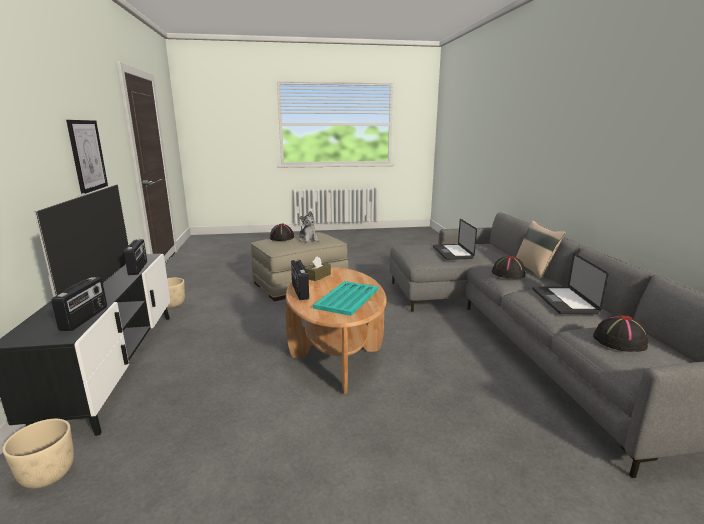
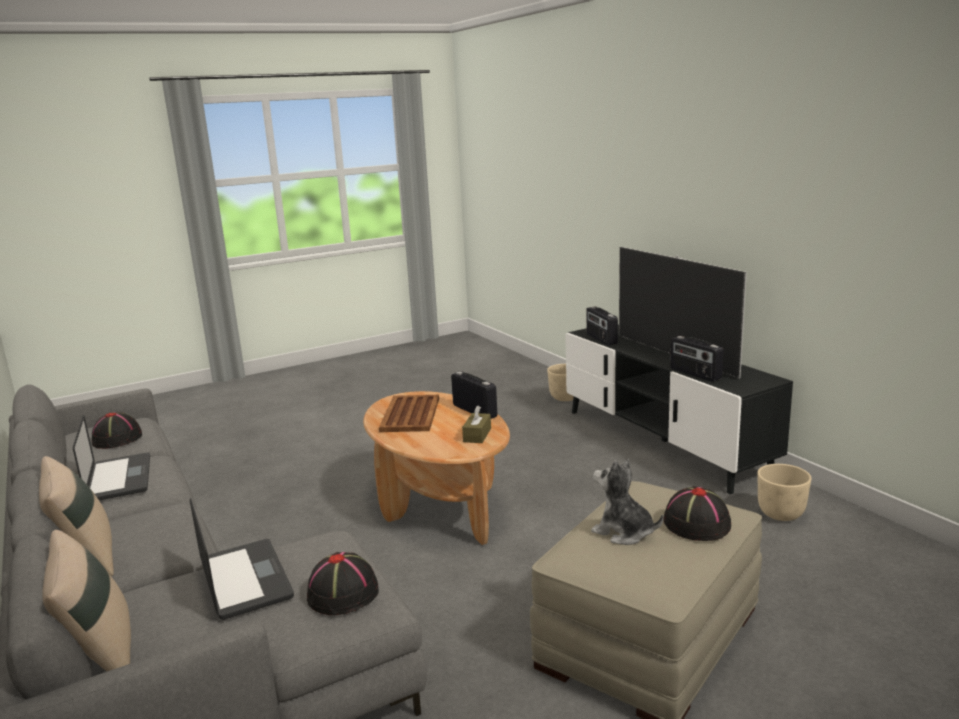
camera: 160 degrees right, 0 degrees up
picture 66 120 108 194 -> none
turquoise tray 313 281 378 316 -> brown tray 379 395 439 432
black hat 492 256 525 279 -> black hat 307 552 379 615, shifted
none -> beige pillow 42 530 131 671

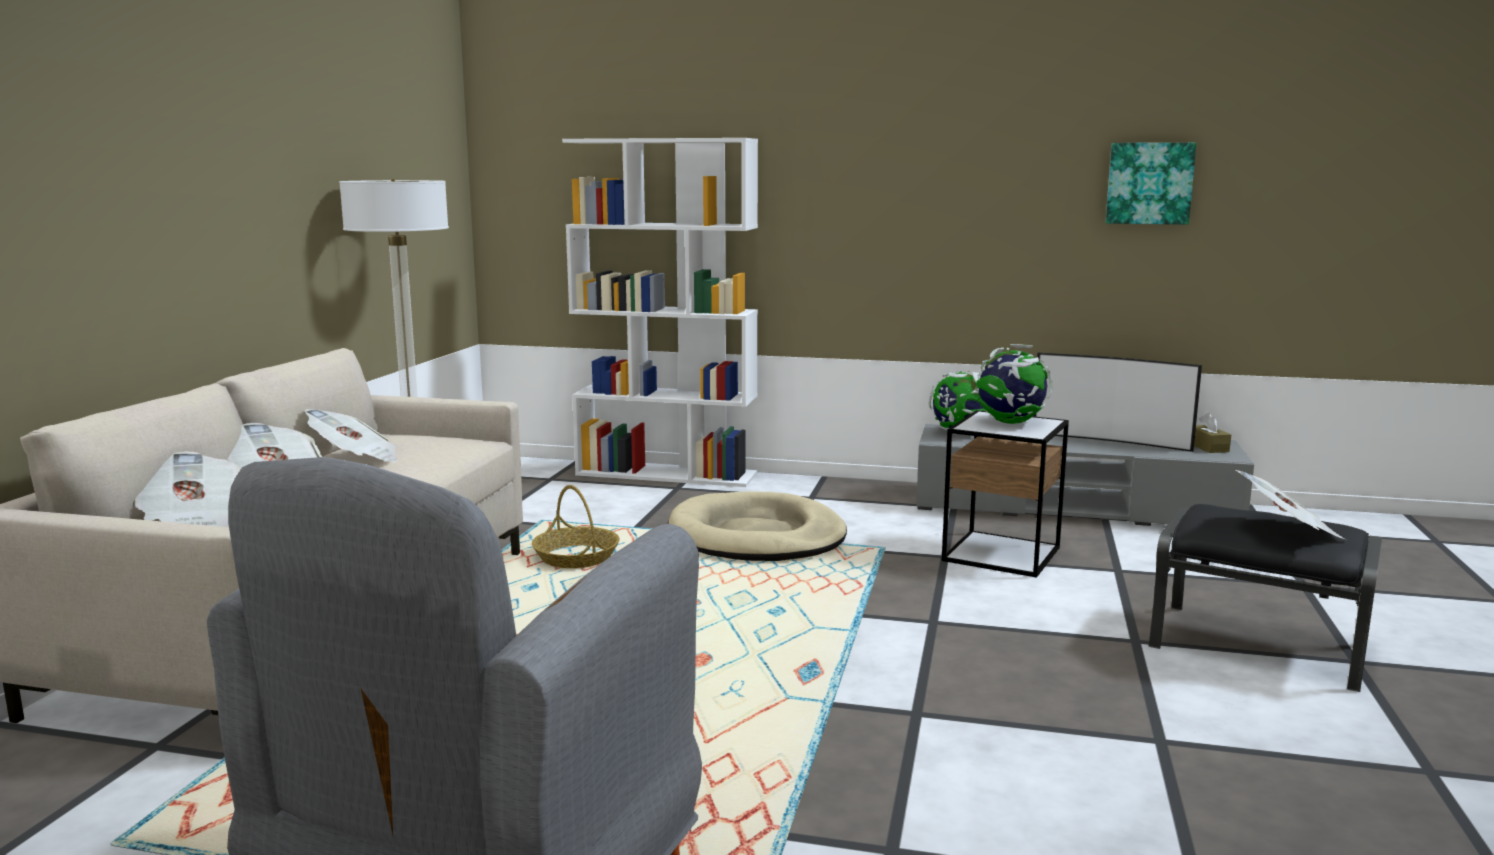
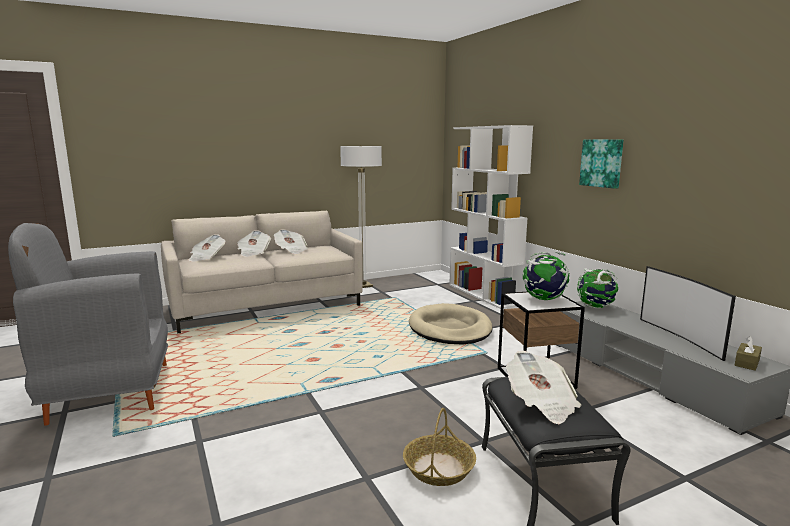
camera: 50 degrees right, 0 degrees up
basket 532 485 620 568 -> basket 403 408 476 486, shifted
picture 1106 143 1196 225 -> picture 579 140 624 189, shifted

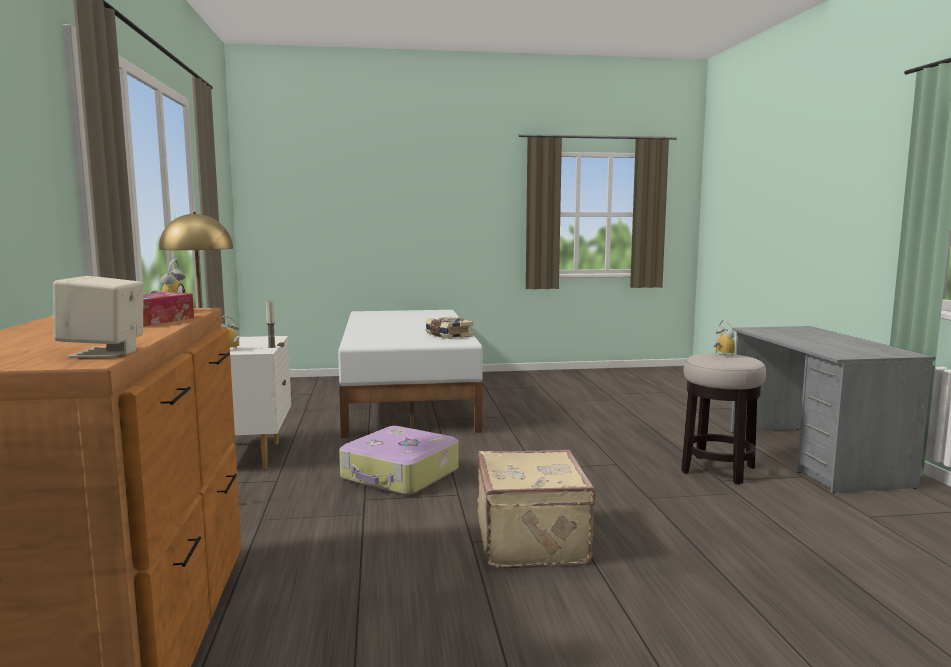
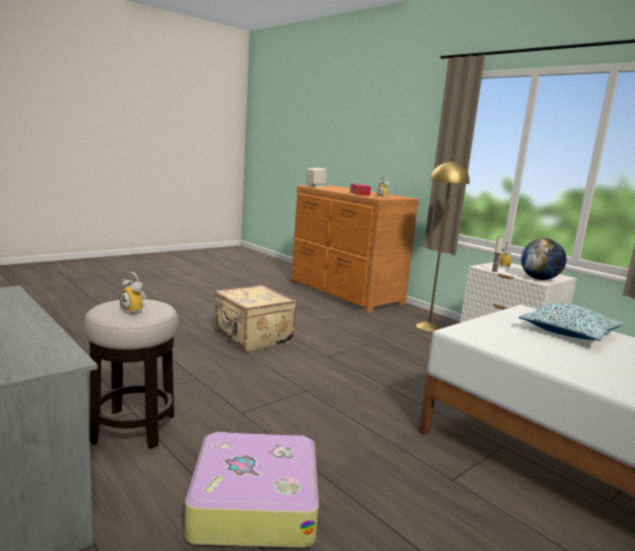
camera: 145 degrees right, 5 degrees up
suitcase 339 426 459 495 -> suitcase 185 432 319 548, shifted
book 425 317 473 339 -> none
none -> pillow 519 303 623 341
none -> globe 521 238 566 280

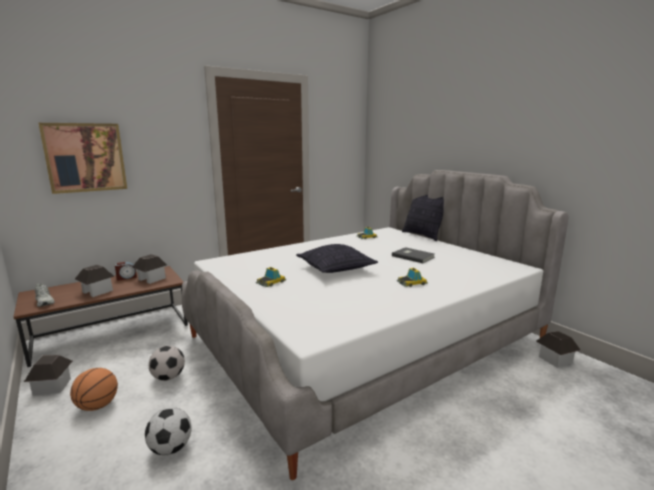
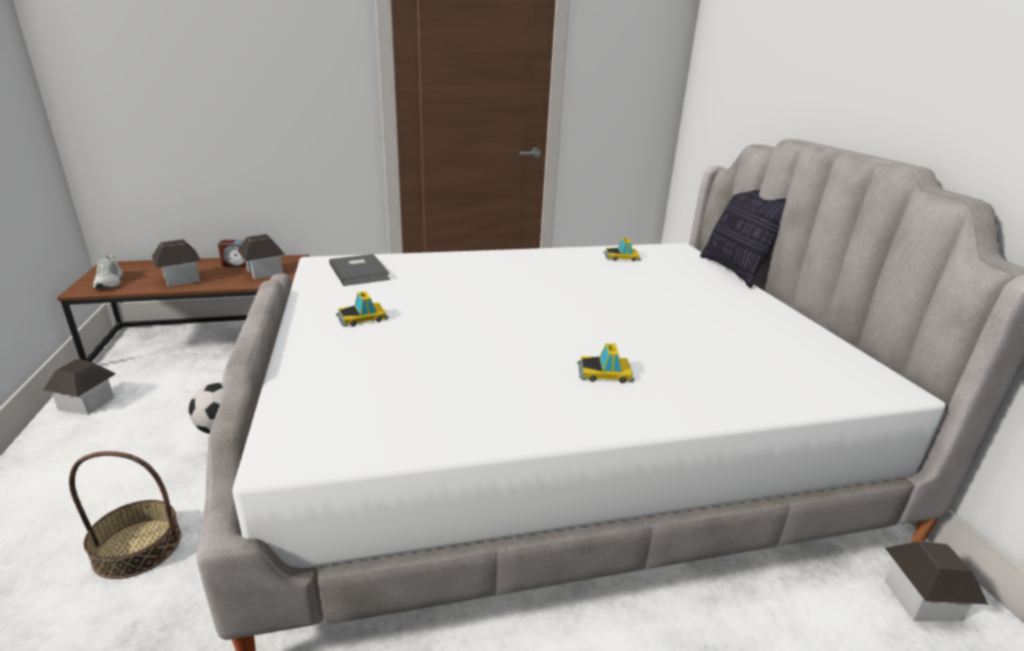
camera: 20 degrees right, 10 degrees up
picture 39 123 127 194 -> none
basketball 70 368 118 411 -> none
football 145 407 192 455 -> basket 69 451 181 579
pillow 296 244 378 273 -> none
grey book 392 247 435 263 -> grey book 329 254 390 286, shifted

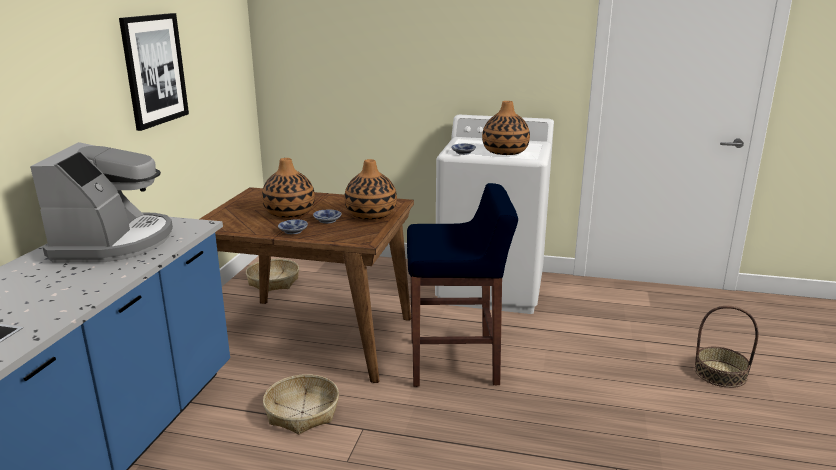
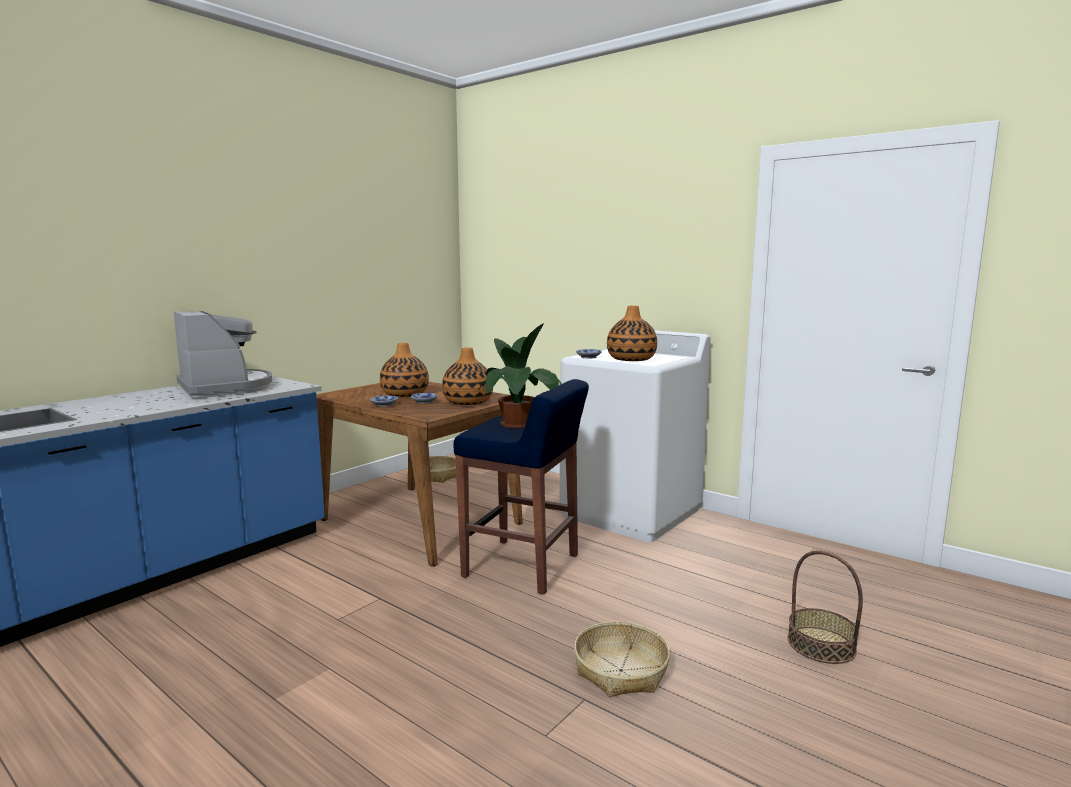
camera: 25 degrees right, 10 degrees down
coffee machine 30 142 173 262 -> coffee machine 174 311 272 398, 60 degrees counterclockwise
picture 119 13 189 131 -> none
basket 263 374 339 435 -> basket 574 621 670 697, shifted
none -> potted plant 478 323 561 428

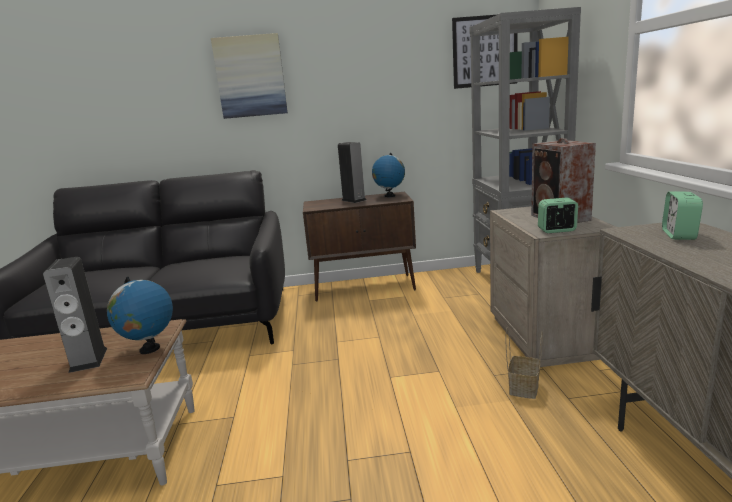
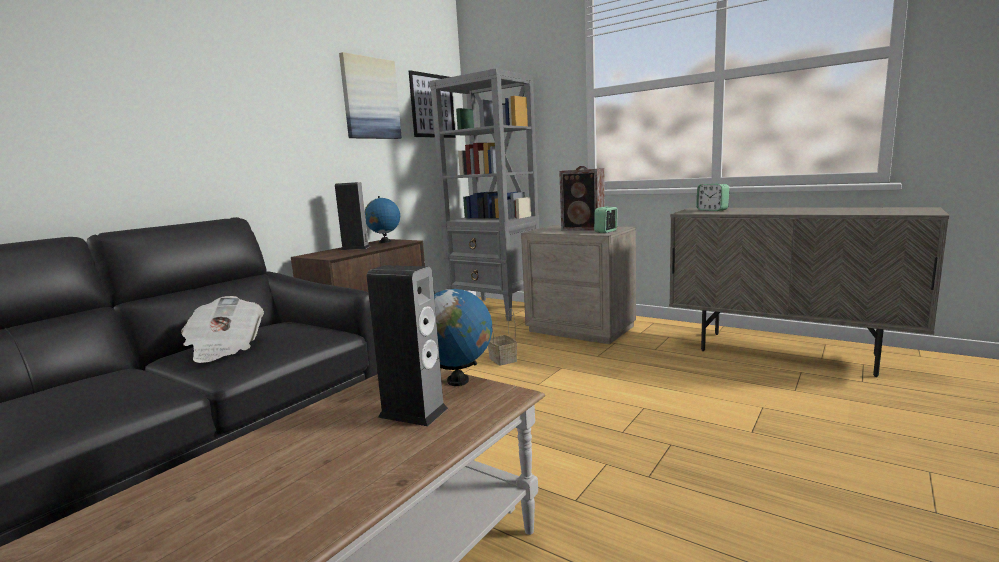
camera: 50 degrees left, 5 degrees down
picture 211 33 288 119 -> picture 339 52 402 139, shifted
basket 506 327 543 399 -> basket 488 308 517 365, shifted
none -> newspaper 181 296 264 363

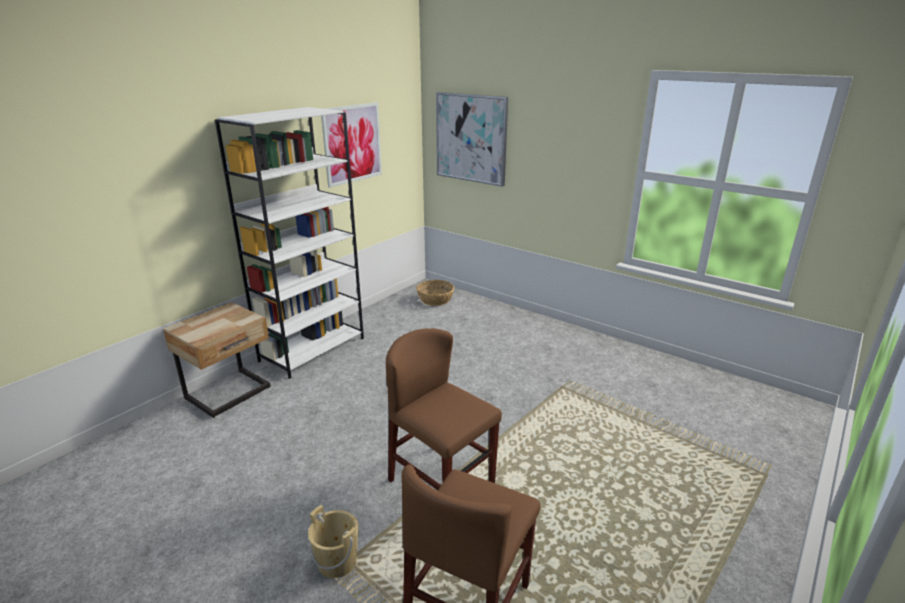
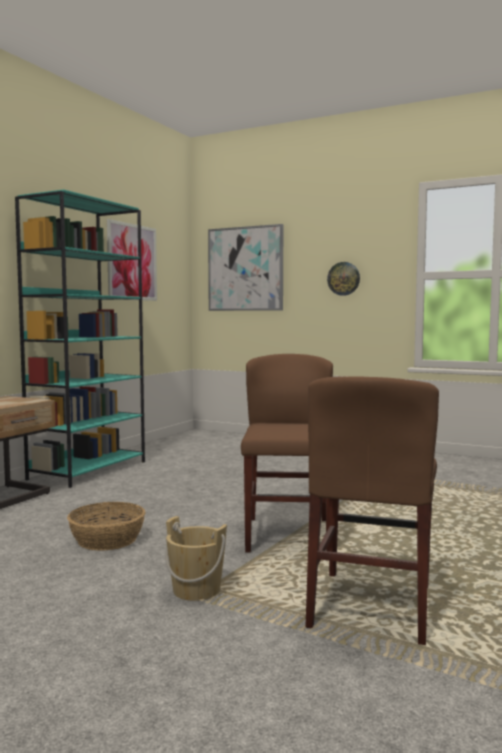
camera: 10 degrees left, 20 degrees down
white bookcase 215 107 364 379 -> turquoise bookcase 15 190 145 488
brown chair 386 328 502 490 -> brown chair 241 354 333 553, 60 degrees clockwise
basket 416 280 455 306 -> basket 67 502 145 551, shifted
none -> wall clock 327 262 360 296

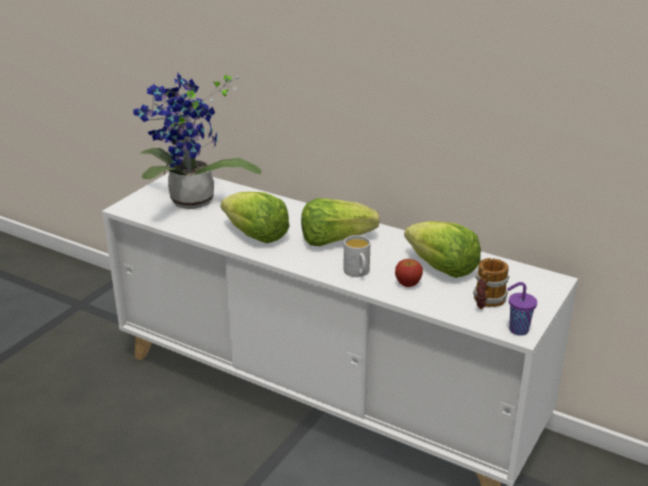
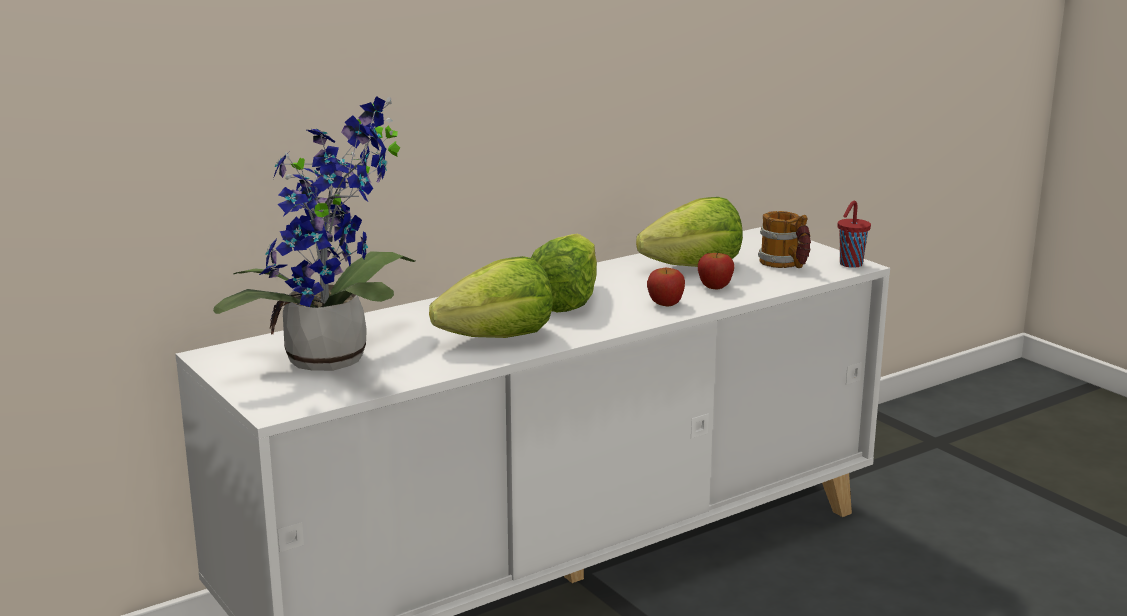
camera: 65 degrees left, 10 degrees down
white mug 344 235 371 277 -> apple 647 268 685 306
purple cup 507 282 537 336 -> red cup 838 201 871 268

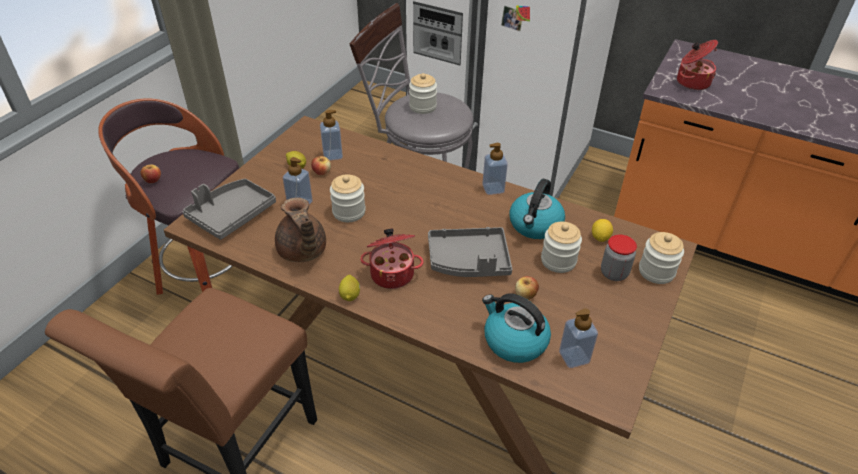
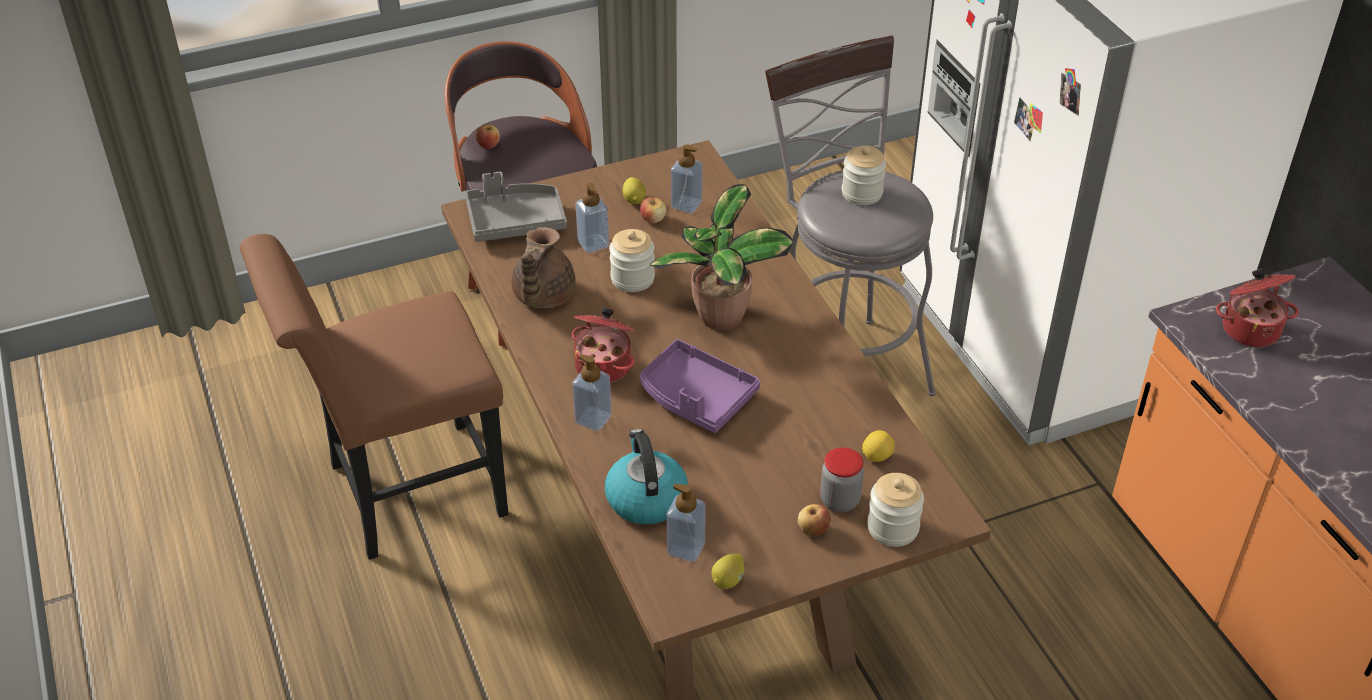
camera: 40 degrees right, 0 degrees up
lemon 339 275 360 301 -> lemon 711 553 744 589, shifted
grey tray 428 227 512 277 -> purple tray 640 339 760 433
soap dispenser 482 143 508 195 -> soap dispenser 572 354 612 431, shifted
kettle 509 179 565 239 -> none
apple 515 276 539 300 -> apple 798 504 831 536, shifted
jar 541 222 582 273 -> none
none -> potted plant 650 184 794 330

